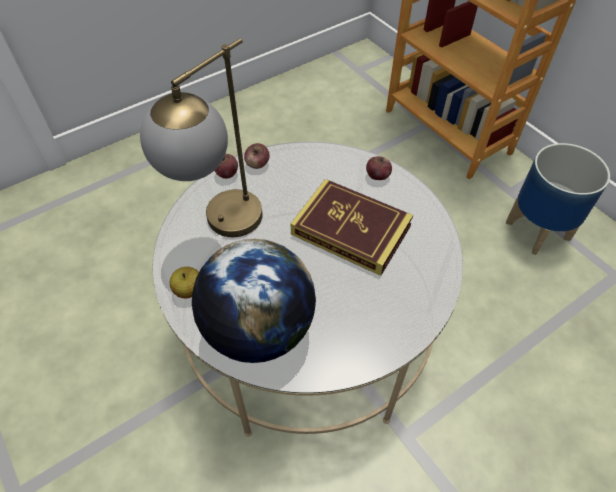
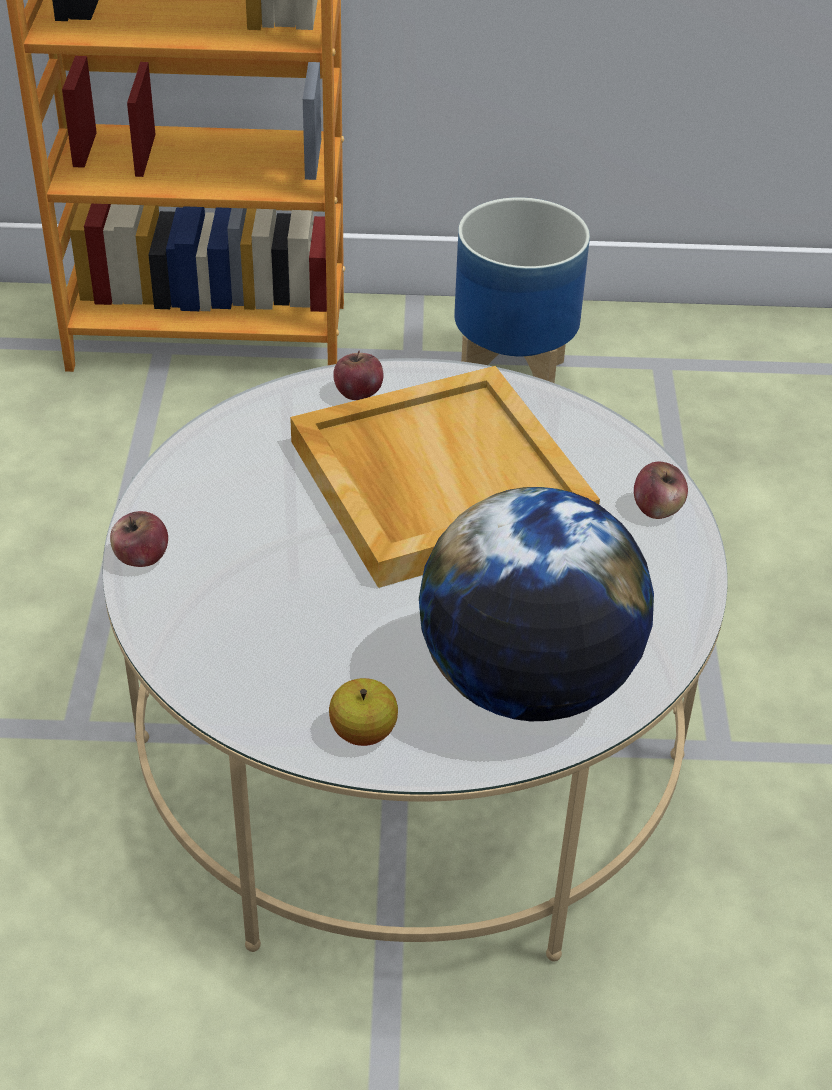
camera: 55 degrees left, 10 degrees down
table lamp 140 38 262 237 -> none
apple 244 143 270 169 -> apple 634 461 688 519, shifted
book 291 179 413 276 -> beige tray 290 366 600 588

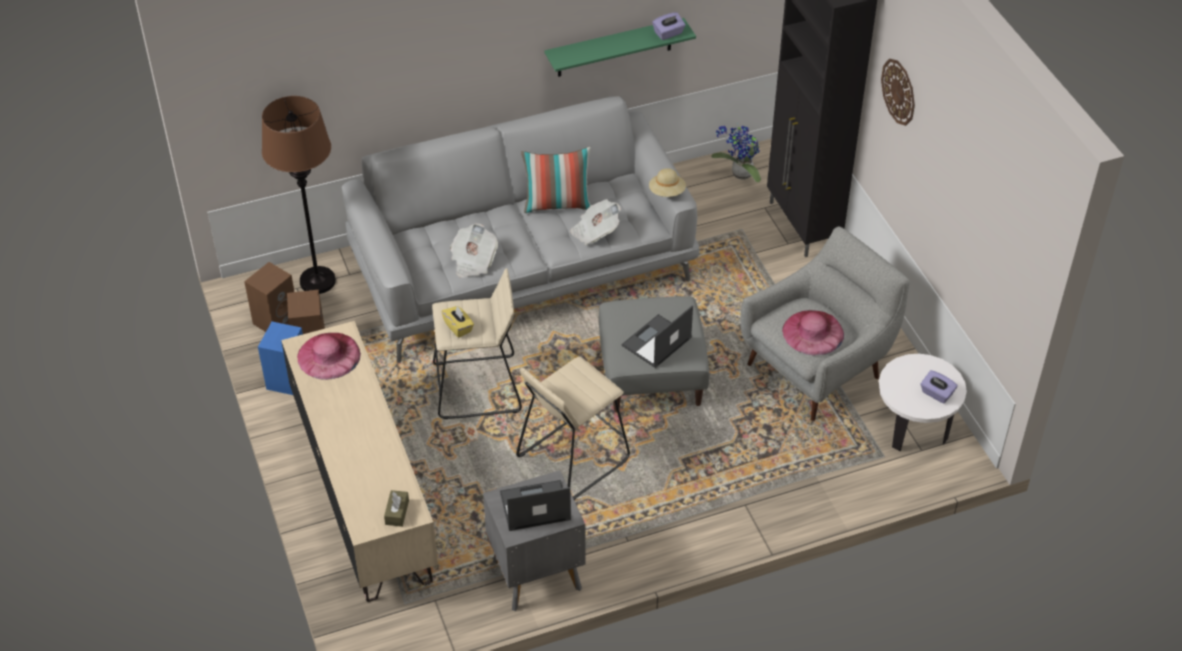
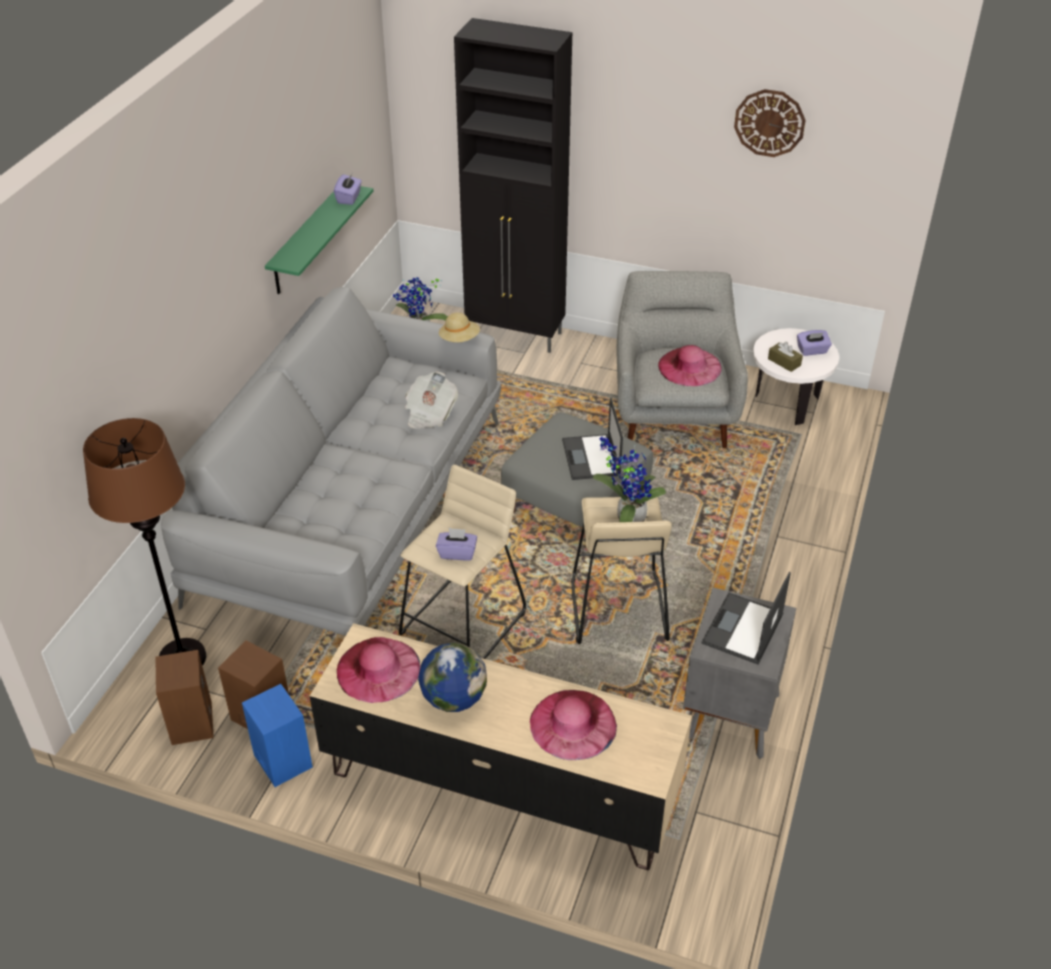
camera: 50 degrees left, 5 degrees down
brown tissue box 384 490 409 527 -> brown tissue box 768 342 803 372, shifted
yellow tissue box 442 306 474 338 -> purple tissue box 436 528 477 561
newspaper 450 223 498 278 -> none
pillow 521 147 591 213 -> none
wall clock 881 59 915 126 -> wall clock 734 89 806 157, shifted
none -> globe 418 643 487 712
none -> pink hat 530 690 617 760
none -> potted plant 593 437 666 522

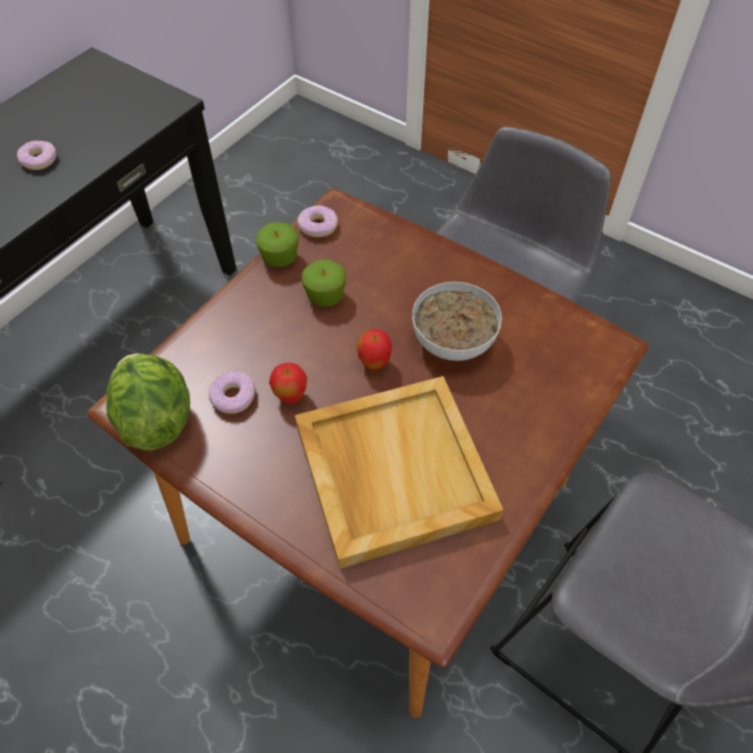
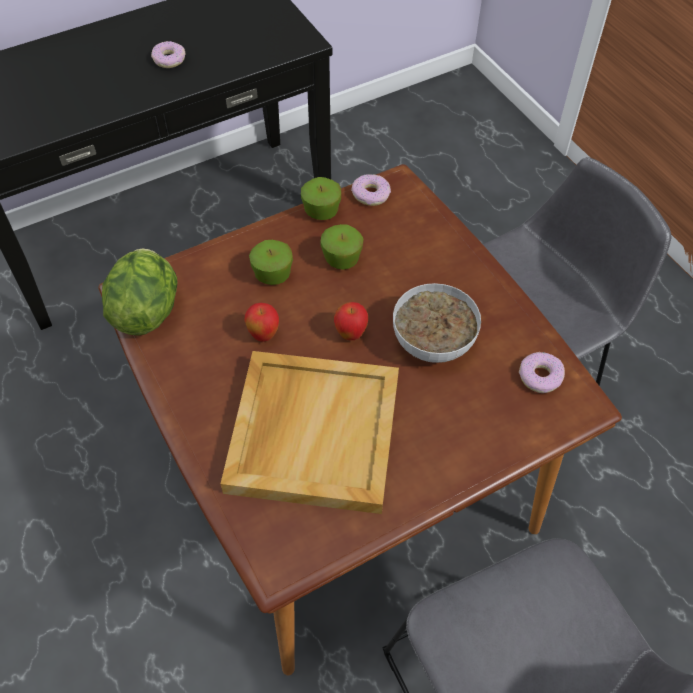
camera: 25 degrees right, 0 degrees up
donut 209 372 256 414 -> donut 519 352 565 393, shifted
none -> apple 249 240 293 285

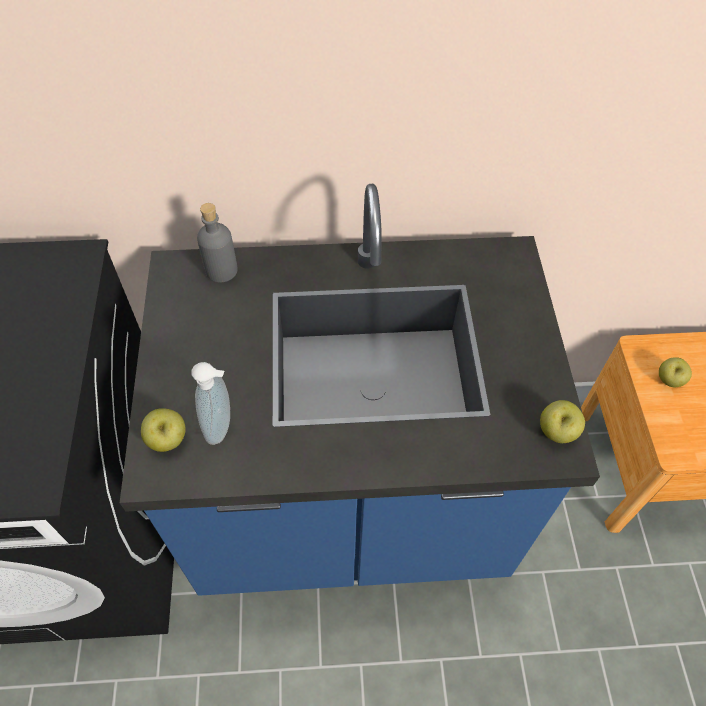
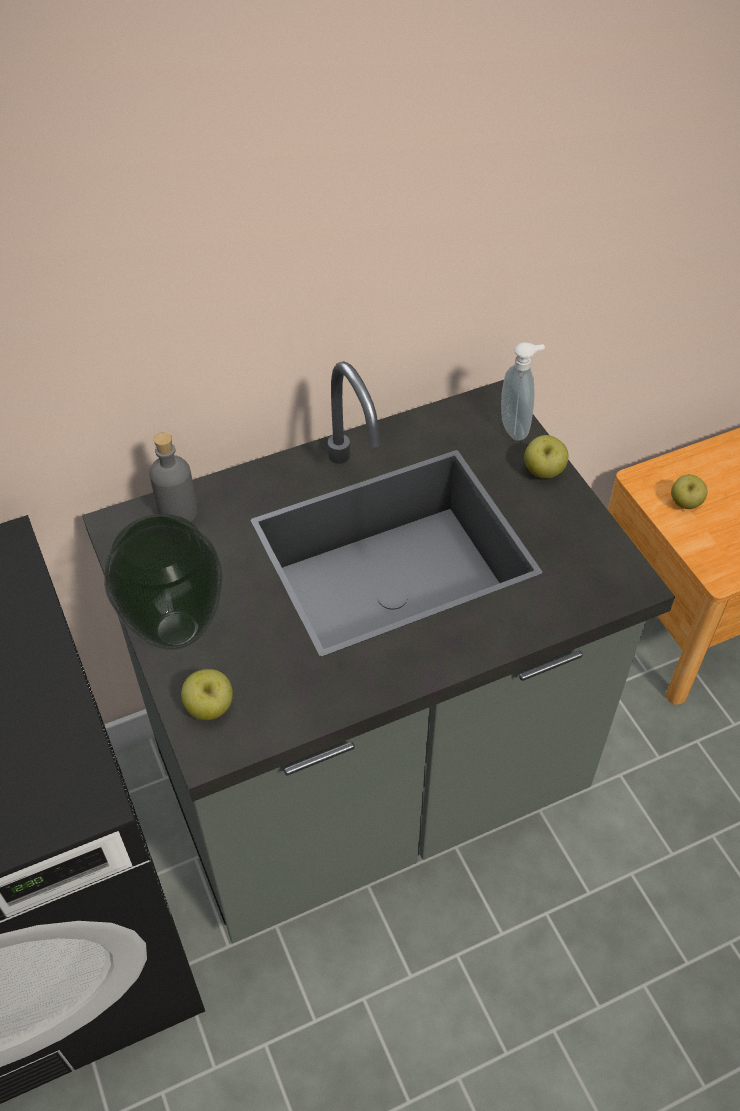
camera: 20 degrees left, 5 degrees down
blue counter 120 184 600 596 -> grey counter 82 361 675 943
soap dispenser 191 362 230 445 -> soap dispenser 501 342 545 441, shifted
apple 540 400 585 443 -> apple 524 435 568 479, shifted
none -> vase 104 514 223 650

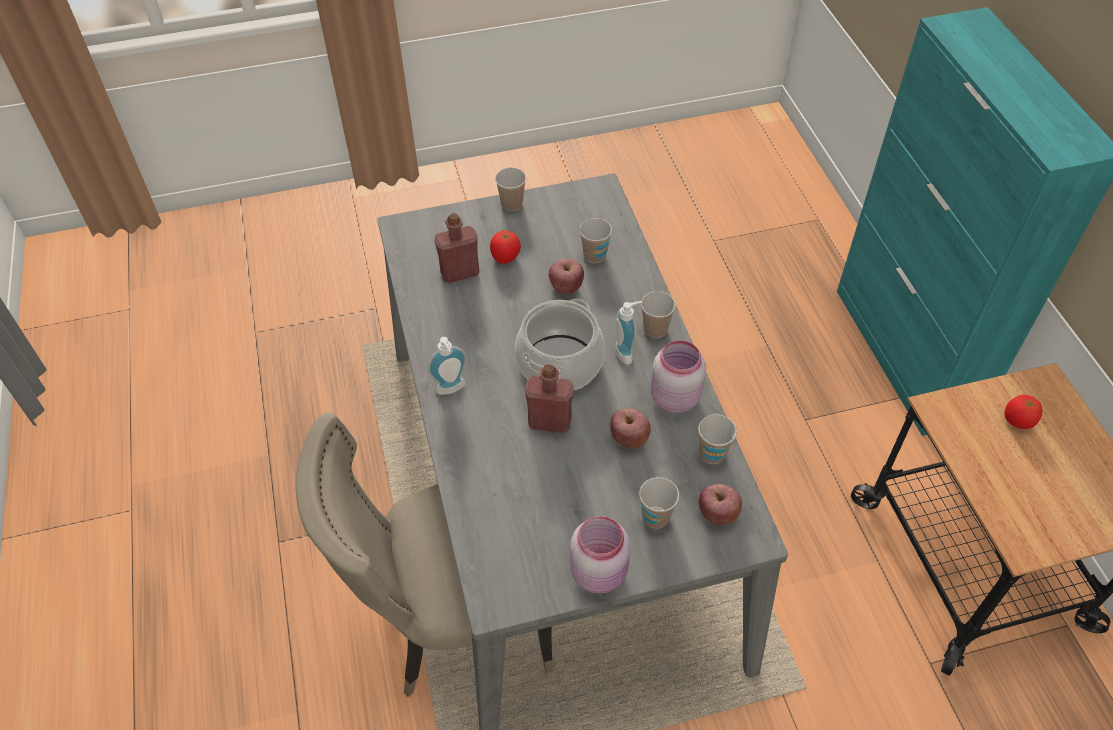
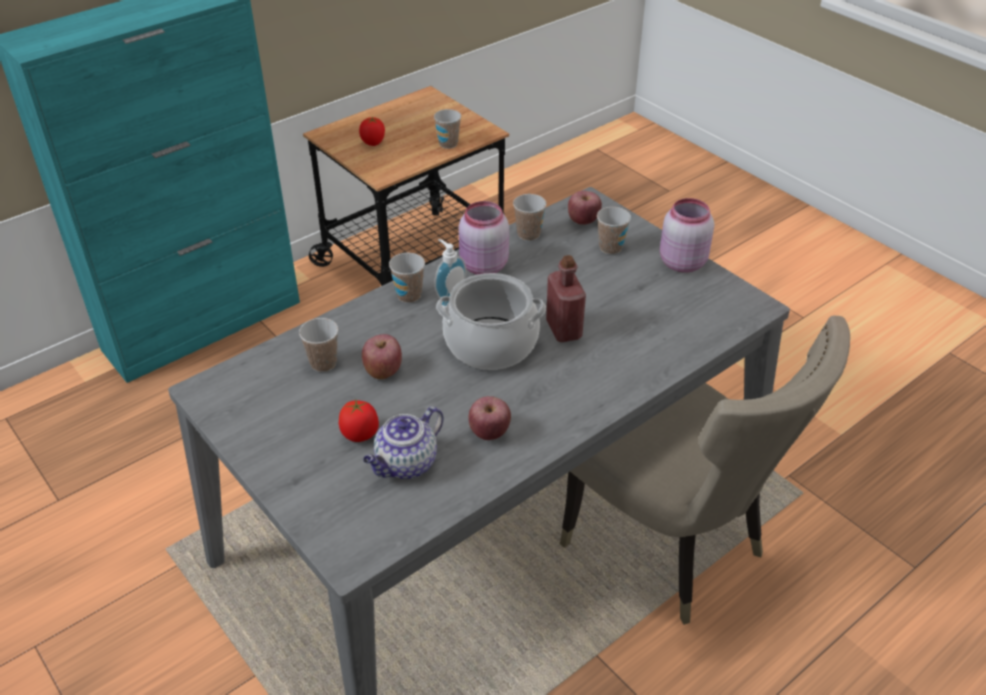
camera: 115 degrees left, 10 degrees down
soap dispenser 428 337 467 395 -> none
red bottle 434 213 479 283 -> teapot 363 407 444 479
cup 495 168 526 211 -> cup 434 109 461 149, shifted
apple 610 409 651 448 -> apple 469 396 511 440, shifted

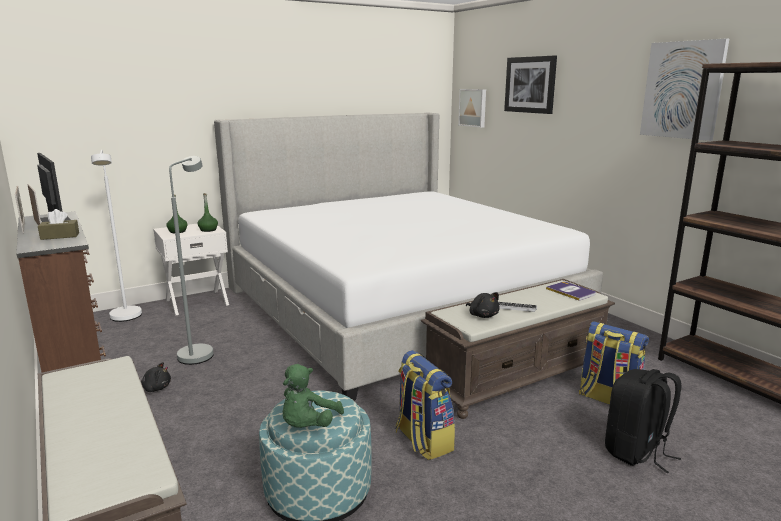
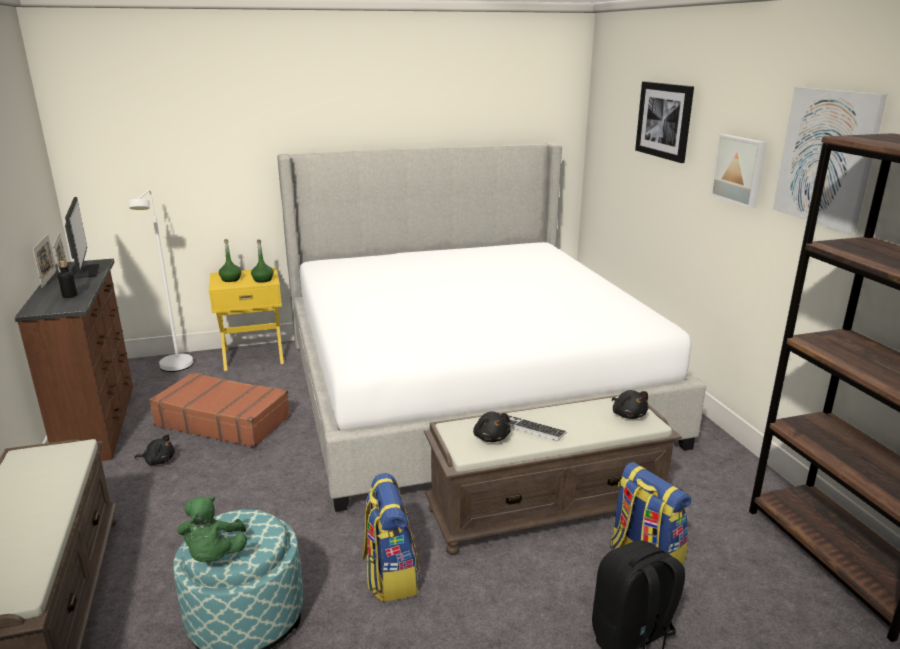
camera: 15 degrees right, 5 degrees up
brown tissue box 38 209 79 240 -> bottle 58 260 78 298
white nightstand 153 224 229 315 -> yellow nightstand 209 268 284 371
grey floor lamp 169 156 214 365 -> brown suitcase 149 372 290 448
green plush toy 283 364 344 428 -> green plush toy 177 496 247 562, 45 degrees counterclockwise
picture 458 89 486 128 -> picture 710 134 767 208, shifted
book 546 282 596 301 -> black plush toy 612 390 648 419

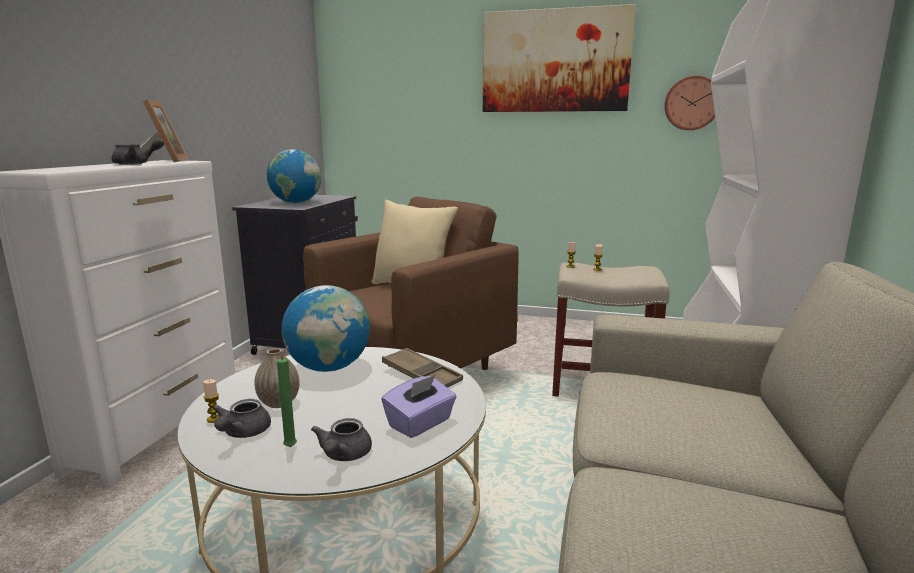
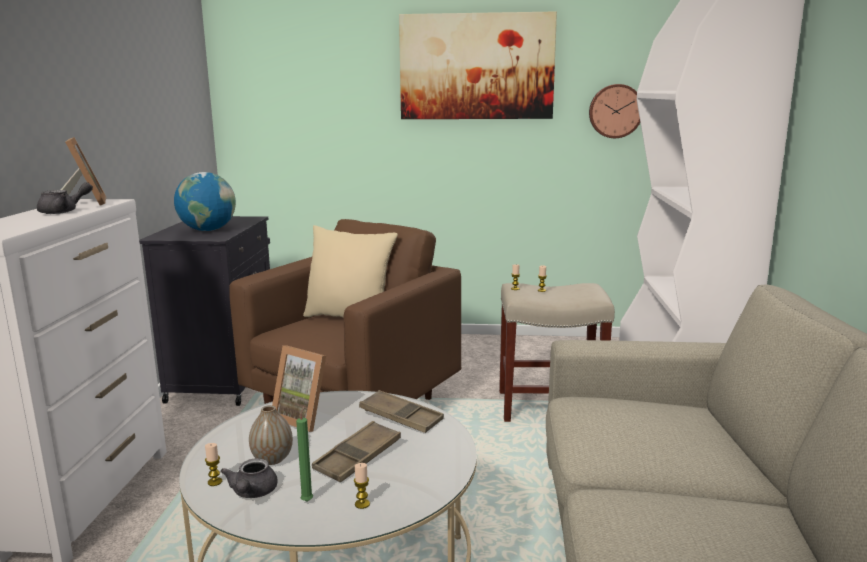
camera: 10 degrees left, 0 degrees up
globe 282 285 370 372 -> picture frame 272 345 326 432
grey teapot 311 418 372 461 -> candle 354 463 370 509
purple tissue box 381 375 457 438 -> none
none -> brown tray 312 421 401 482

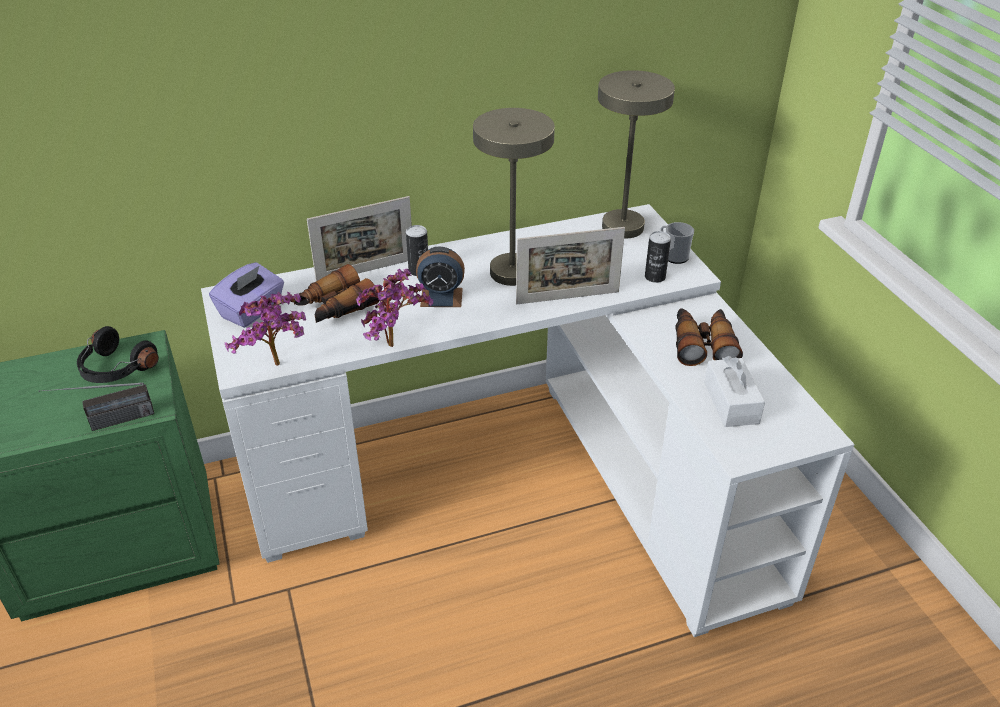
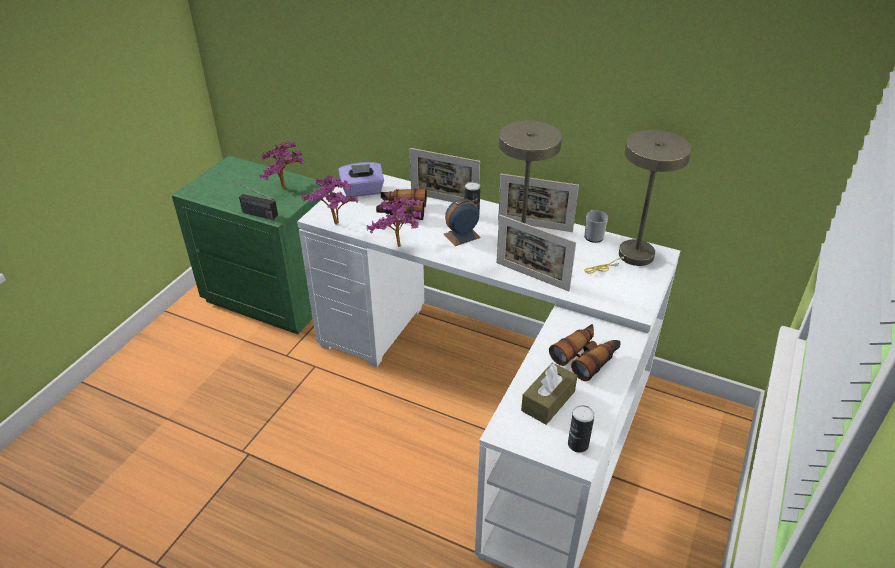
camera: 45 degrees right, 0 degrees up
black headphones 77 326 159 383 -> potted plant 259 142 304 189
alarm clock 416 247 465 307 -> alarm clock 444 198 481 246, 105 degrees clockwise
can 645 231 671 283 -> can 568 405 595 453, shifted
mug 660 222 694 264 -> mug 584 210 608 243, shifted
white tissue box 704 356 765 427 -> brown tissue box 521 362 577 425
none -> picture frame 498 174 579 232

